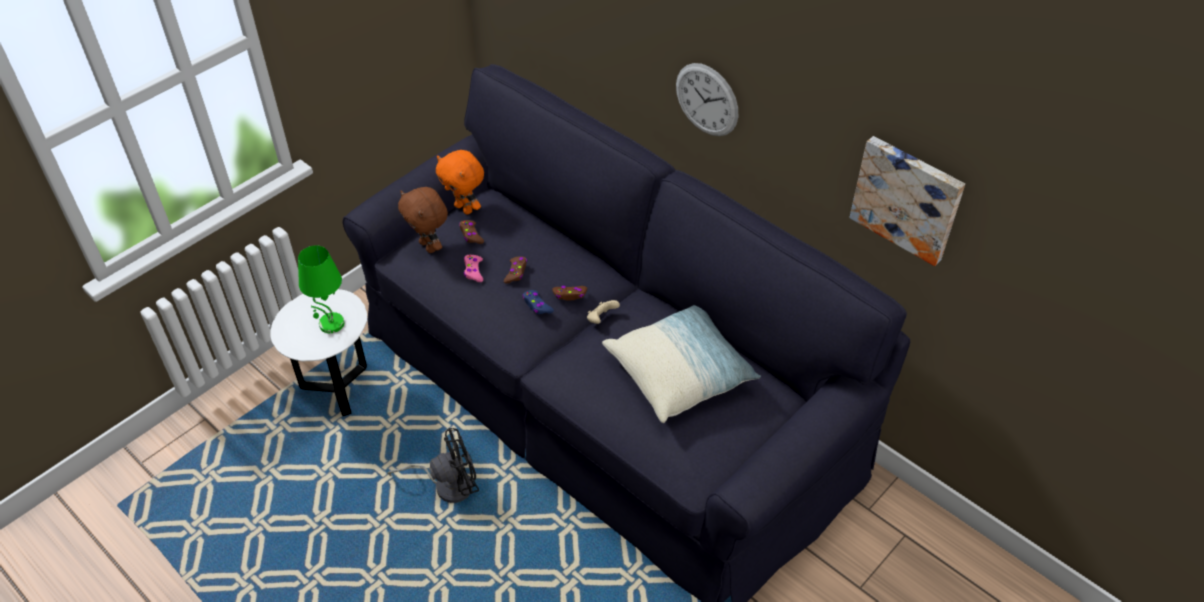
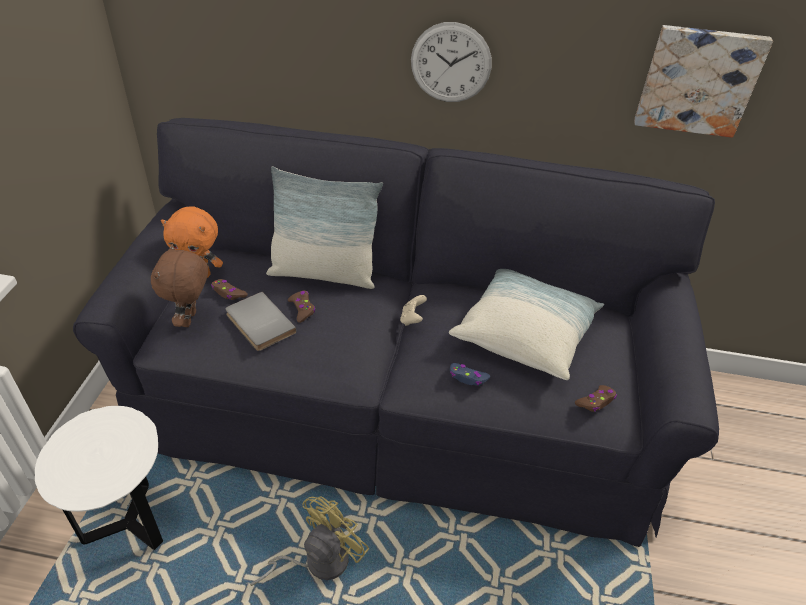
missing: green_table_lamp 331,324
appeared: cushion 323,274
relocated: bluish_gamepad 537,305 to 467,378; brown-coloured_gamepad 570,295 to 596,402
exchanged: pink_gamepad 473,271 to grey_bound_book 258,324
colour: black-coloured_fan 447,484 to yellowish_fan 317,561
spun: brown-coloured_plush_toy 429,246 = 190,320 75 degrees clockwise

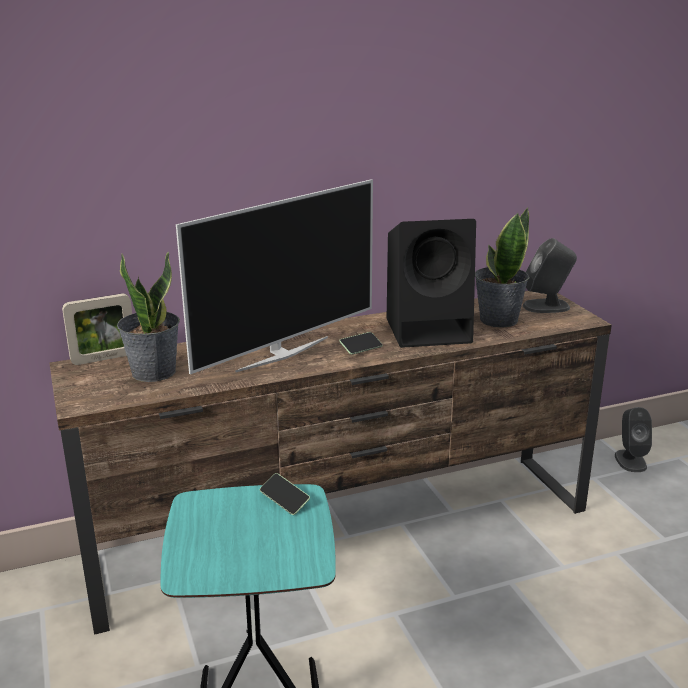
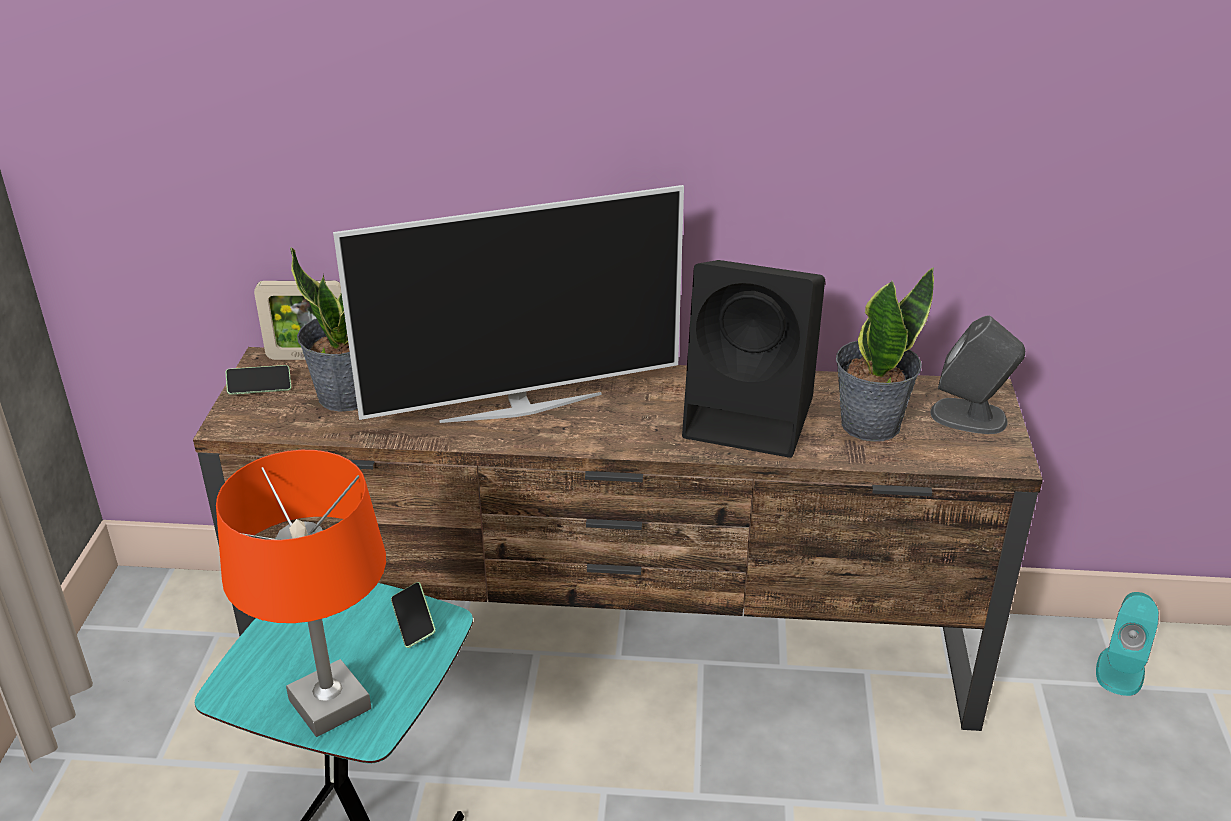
appeared: orange_table_lamp 329,704
relocated: phone 361,349 to 260,387
colour: grey_audio_speaker 630,460 to turquoise_audio_speaker 1120,670

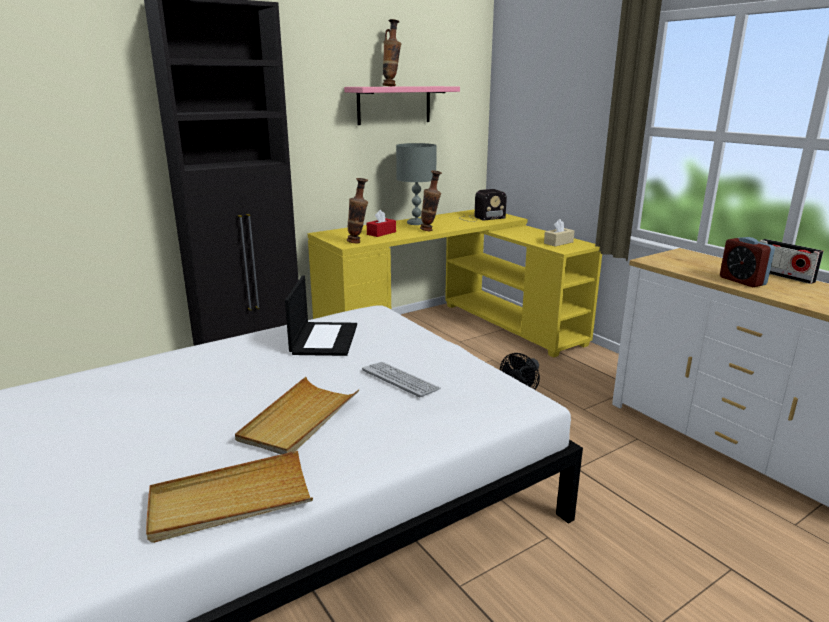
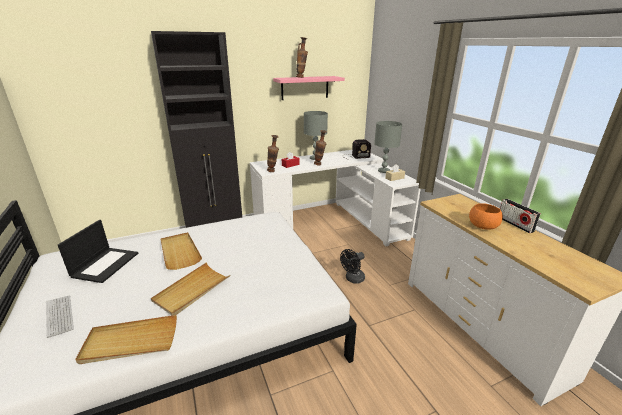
appeared: beige-coloured_serving_tray 179,252; grey_table_lamp 384,170
relocated: PC_keyboard 400,380 to 59,316; laptop 324,339 to 105,264
exchanged: alarm_clock 742,281 to orange_serving_bowl 483,226
colour: yellowish_desk_unit 452,328 to white_desk_unit 333,220

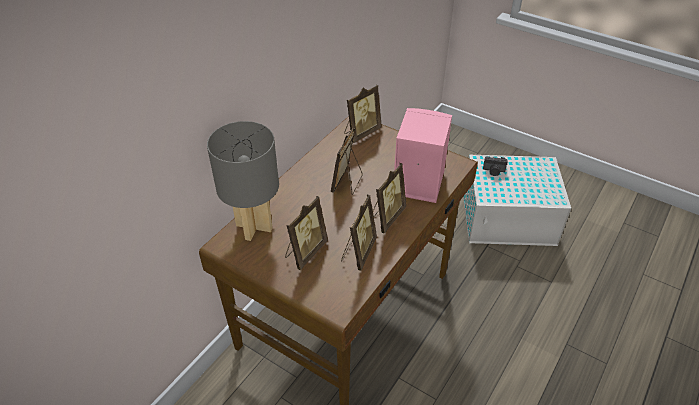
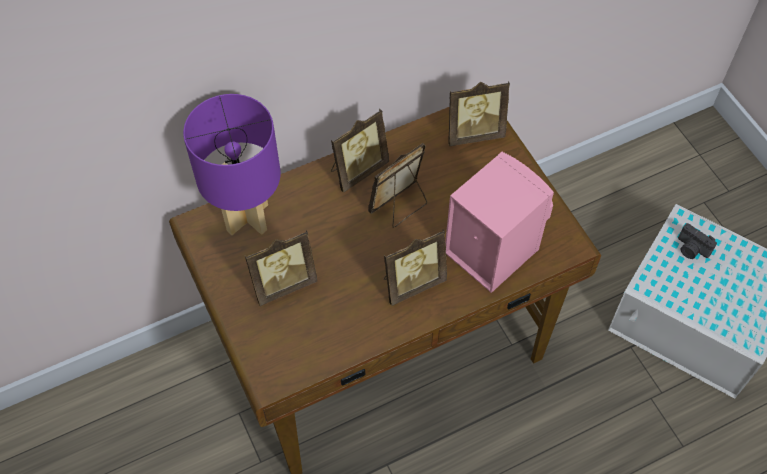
relocated: photo_frame 358,252 to 357,170
colour: grey_table_lamp 254,226 to purplish_table_lamp 248,217

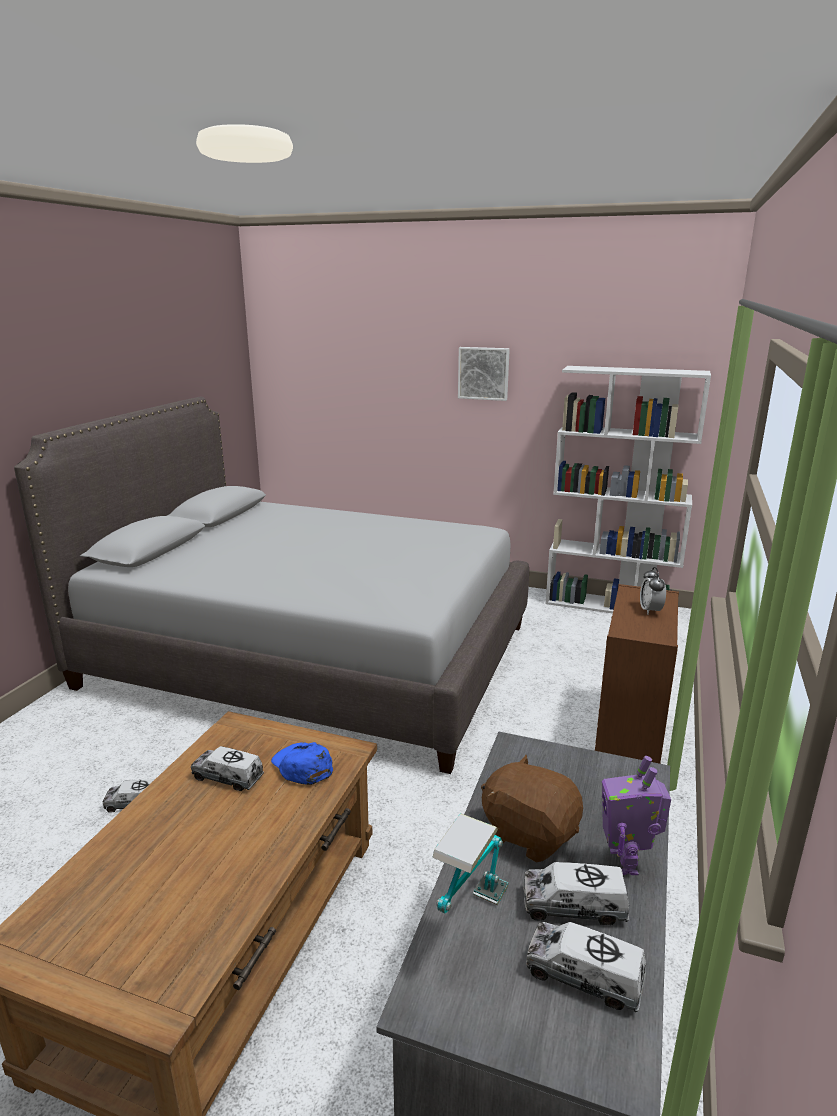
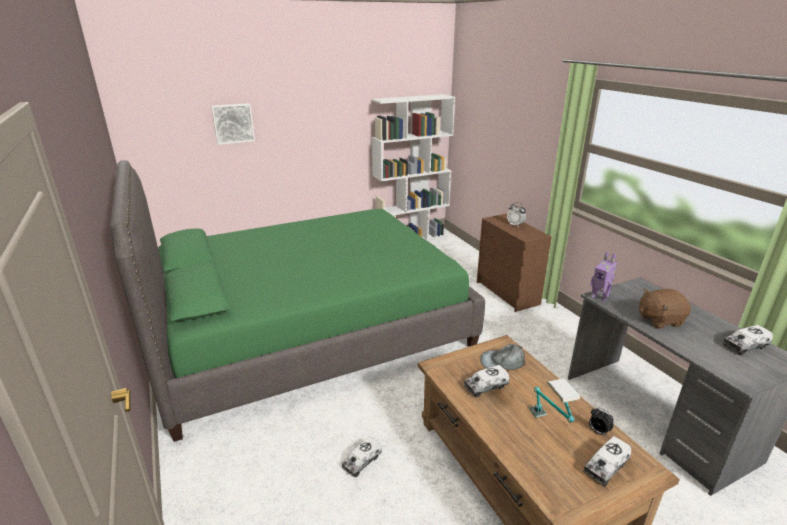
appeared: alarm_clock 598,431
relocated: wall_picture 483,373 to 233,123; table_lamp 471,923 to 549,427; toy_lorry 573,906 to 606,467; robot_figure 626,862 to 599,297
colour: grey_bed 311,655 to green_bed 309,331; bluish_cap 302,766 to grey_cap 502,361

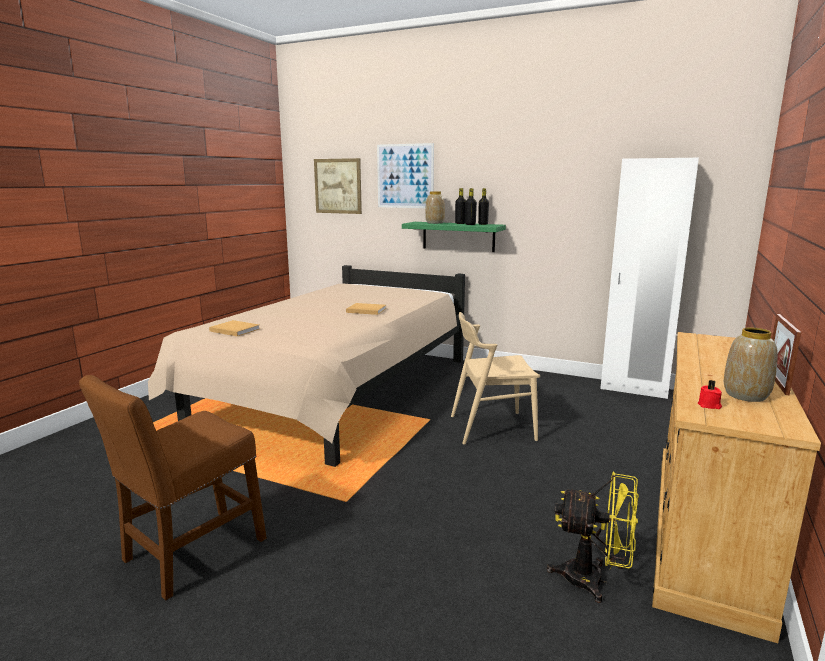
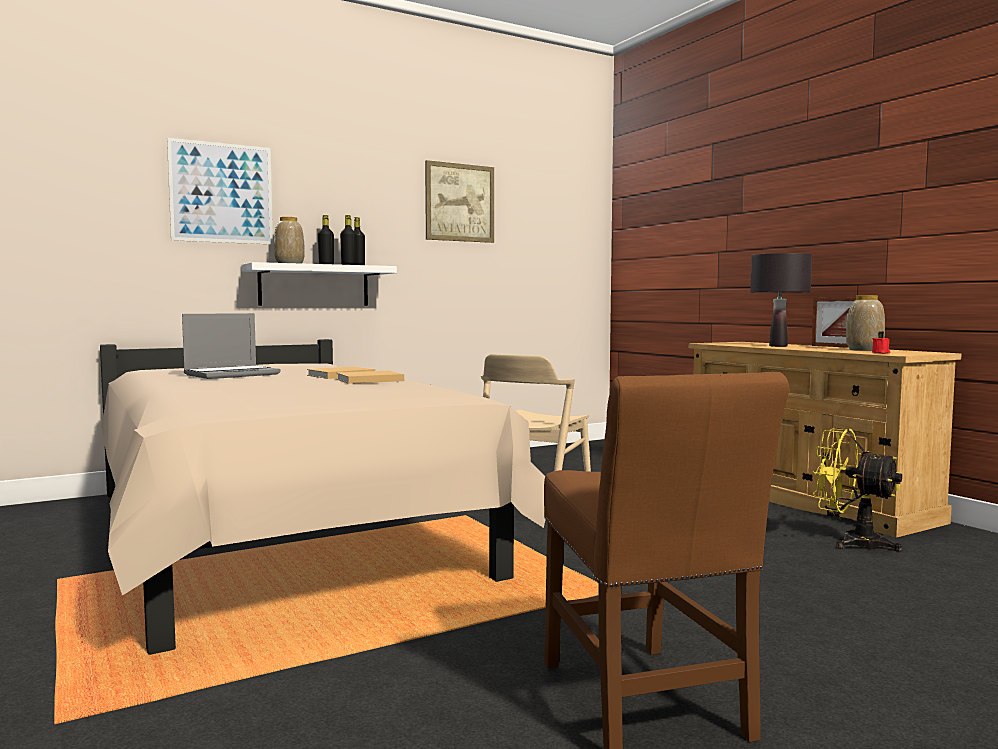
missing: white_wardrobe 634,390
appeared: laptop 232,374; black-coloured_table_lamp 778,346
relocated: beige-coloured_bound_book 234,330 to 368,380; wall_picture 338,186 to 460,202
colour: green_wall_shelf 458,236 to white_wall_shelf 314,286
spun: yellowish_fan 594,580 = 851,542 105 degrees counterclockwise

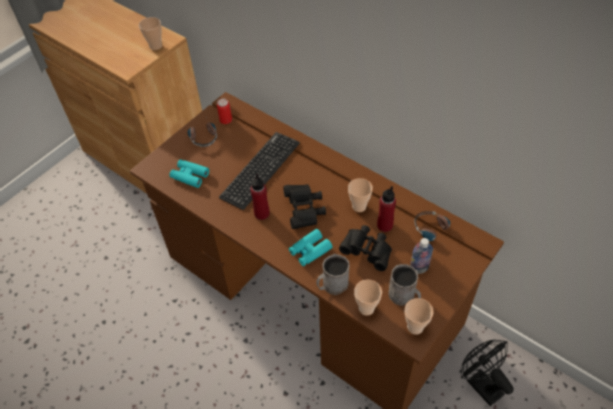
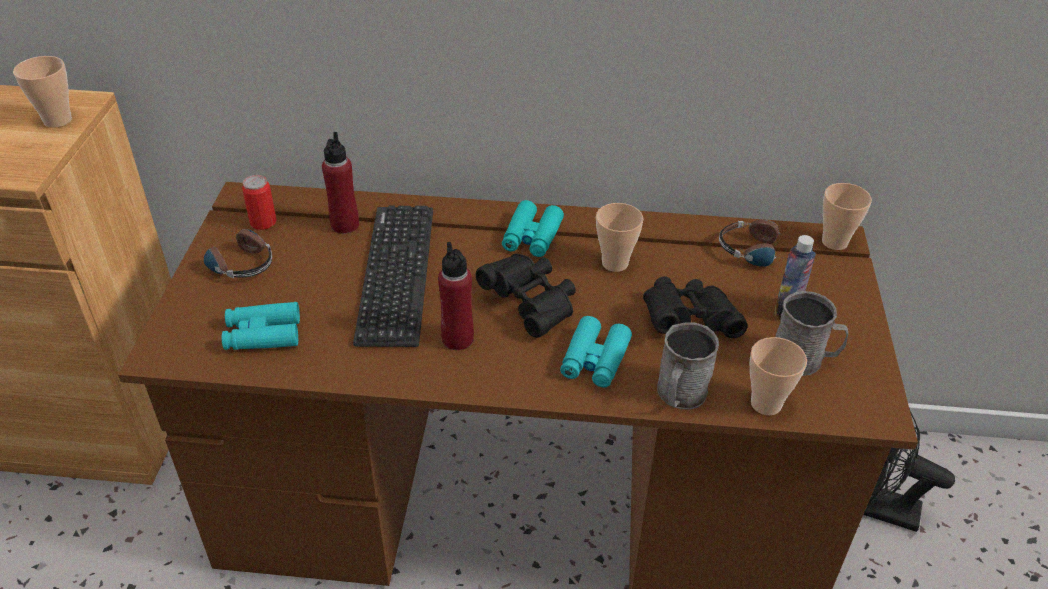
appeared: turquoise_binoculars 532,236
relocated: red-coloured_beverage_bottle 384,225 to 344,225; drinking_cup 415,327 to 834,242

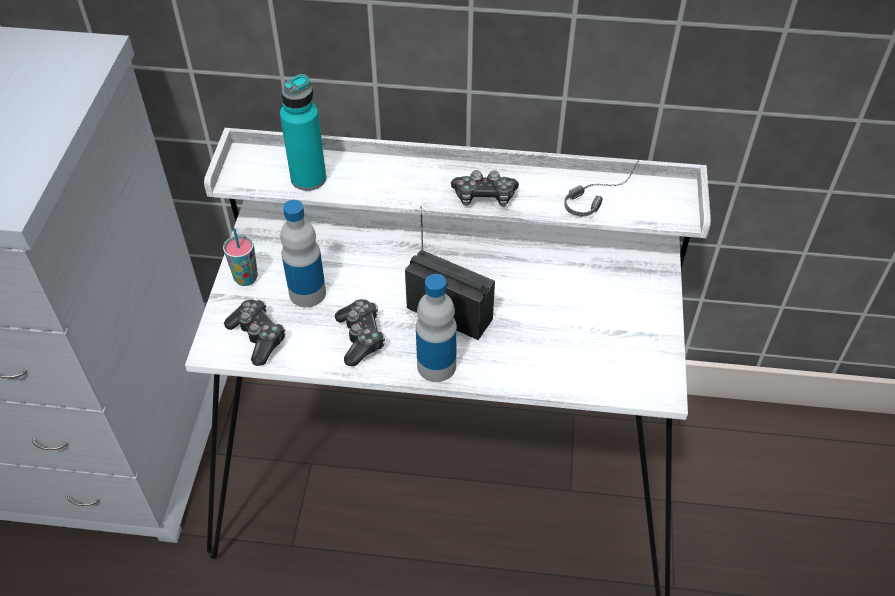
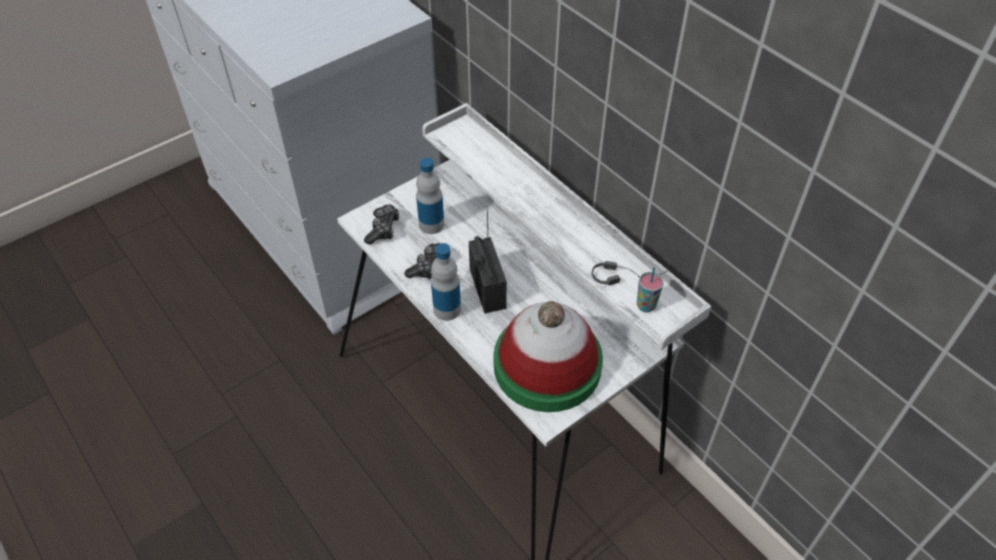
missing: turquoise_beverage_bottle 308,178; gamepad 484,197
appeared: wearable_hat 547,365
relocated: drinking_cup 246,278 to 646,306

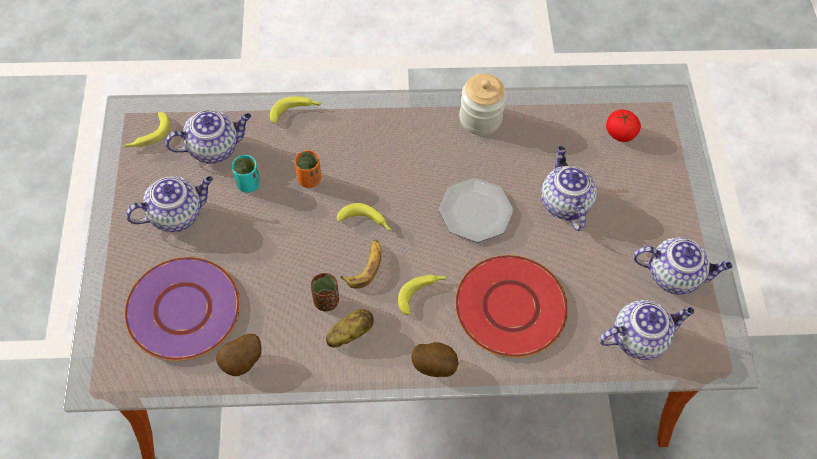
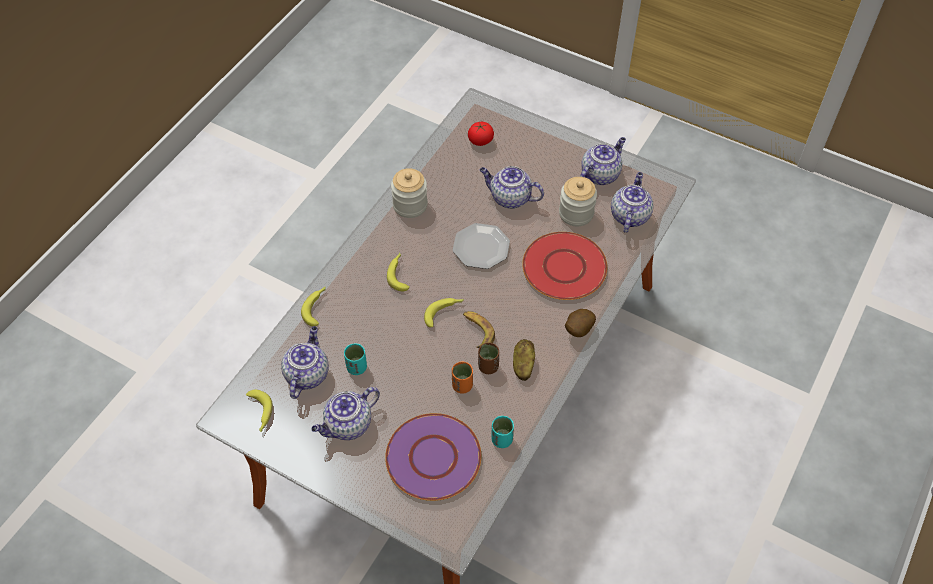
appeared: storage_jar 576,213
relocated: whole_banana 422,293 to 399,274; orange_drinking_cup 309,179 to 462,385
exchanged: spud 242,363 to turquoise_drinking_cup 502,439
spun: pot_for_tea 177,214 = 348,425 135 degrees counterclockwise

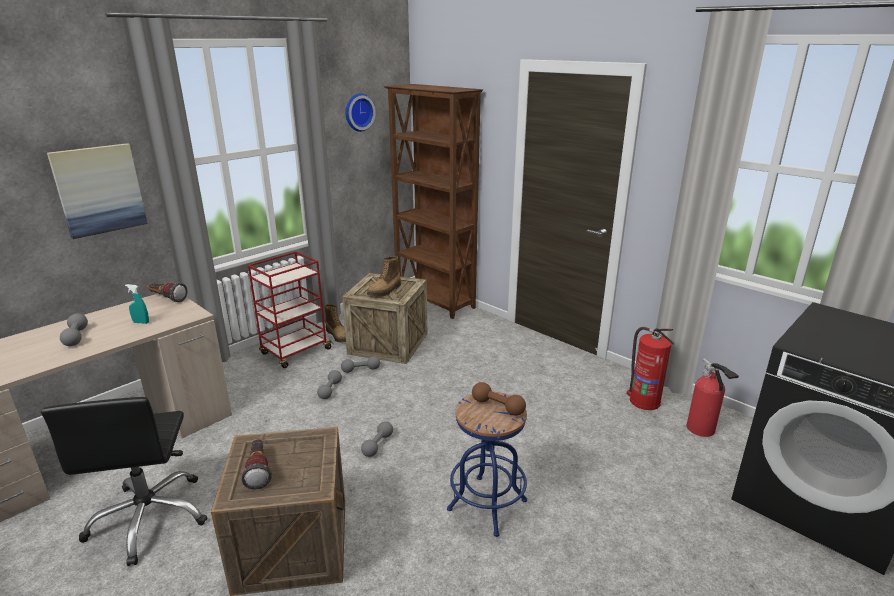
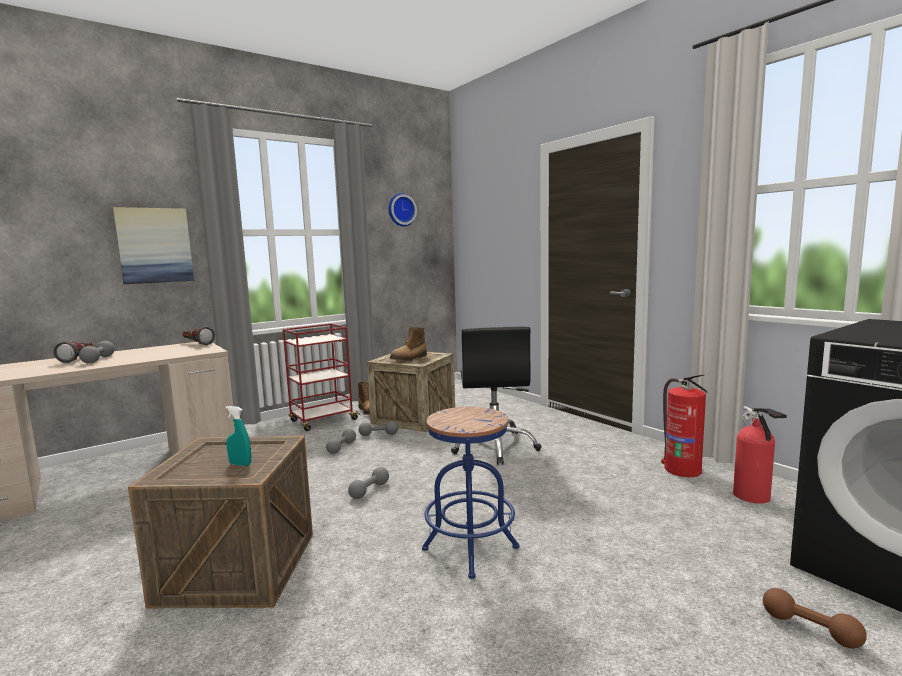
missing: brown-coloured_shelving_unit 434,302
relocated: flashlight 259,470 to 79,359; turquoise_hand_sprayer 141,322 to 240,464; black-coloured_computer_chair 150,518 to 495,446; brown-coloured_free_weight 498,407 to 810,629

